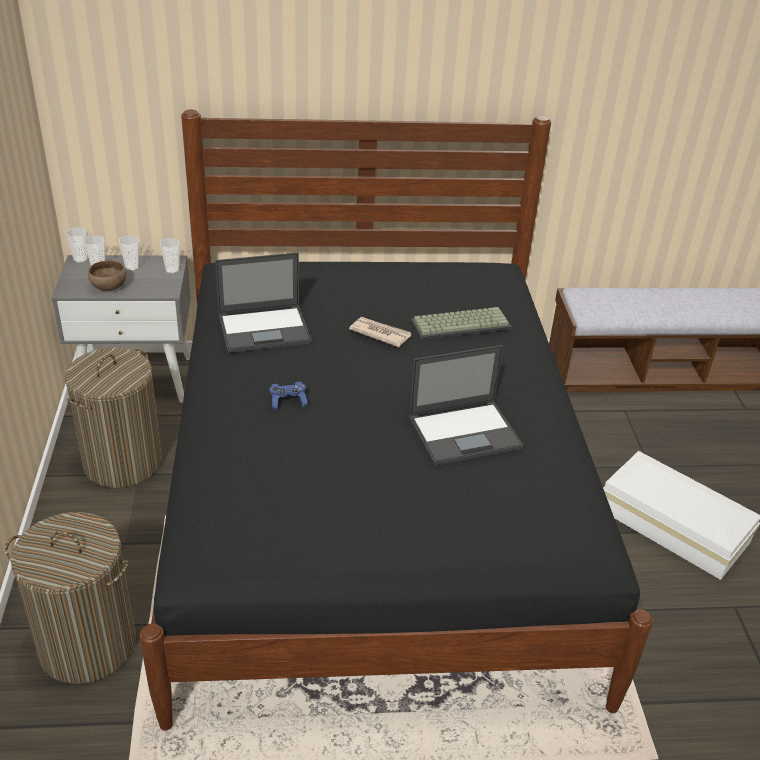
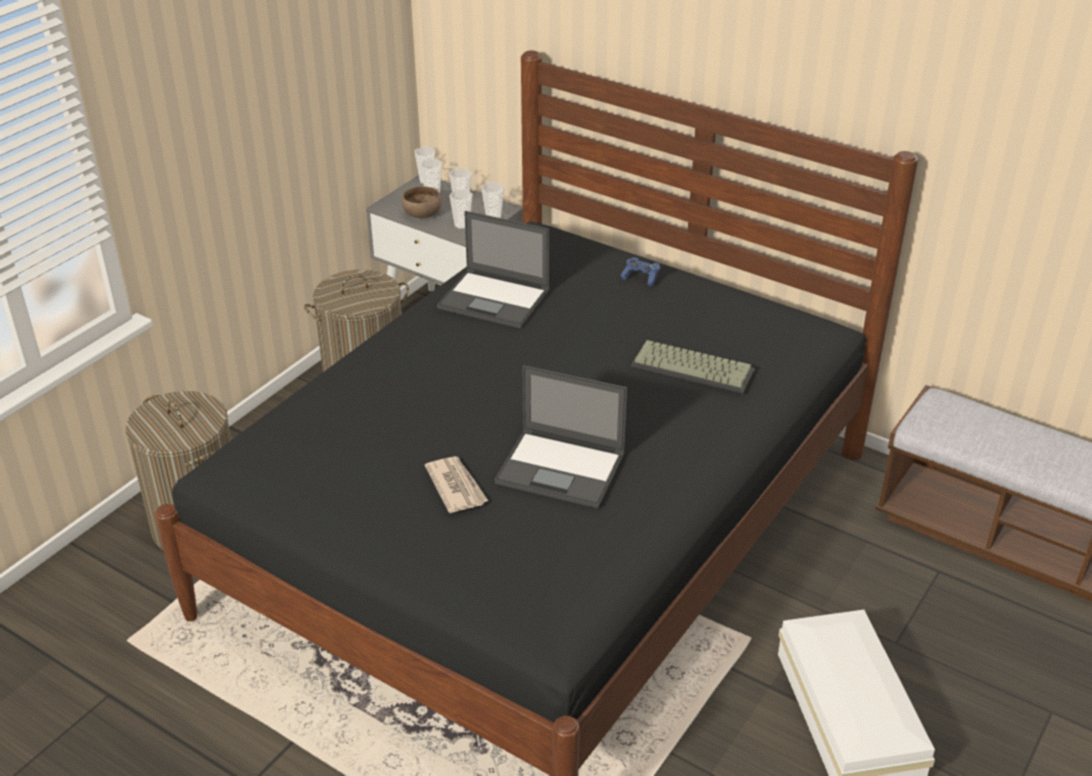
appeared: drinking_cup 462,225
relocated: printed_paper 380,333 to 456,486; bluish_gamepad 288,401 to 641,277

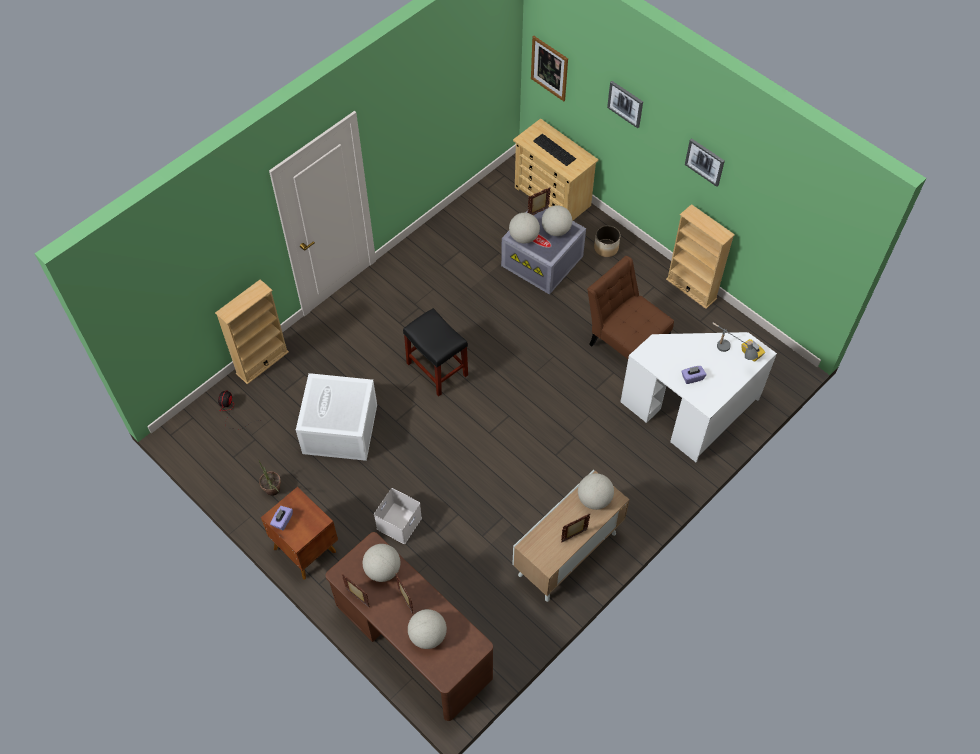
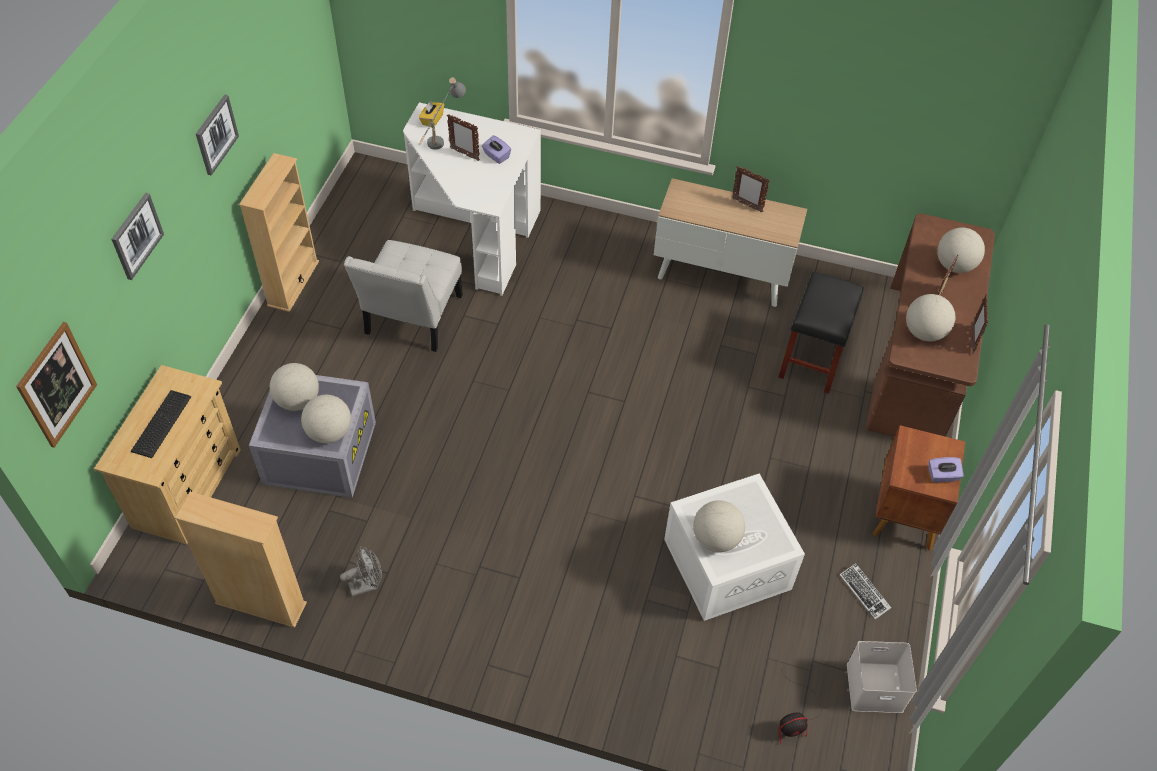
missing: flower_pot 605,248
appeared: grey_fan 367,585
relocated: beige-coloured_shelving_unit 262,362 to 261,603; photo_frame 538,212 to 464,154; world_globe 594,499 to 716,539; black-coloured_stool_seat 438,369 to 812,359; white_storage_container 399,522 to 873,688
exchanged: plant_in_a_pot 273,492 to PC_keyboard 864,592
colour: brown-coloured_chair 625,342 to white_chair 411,319

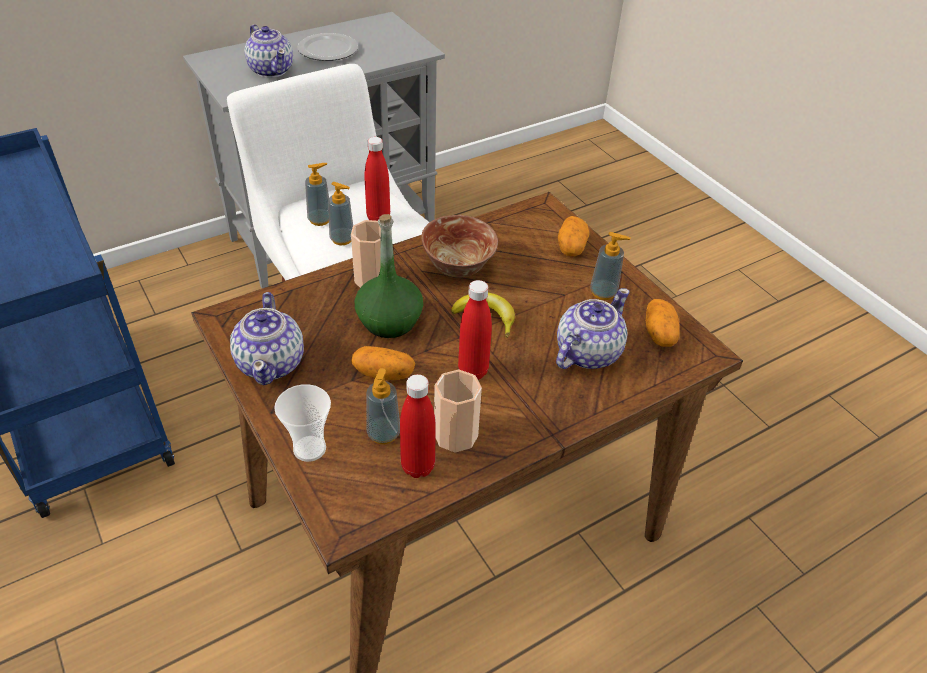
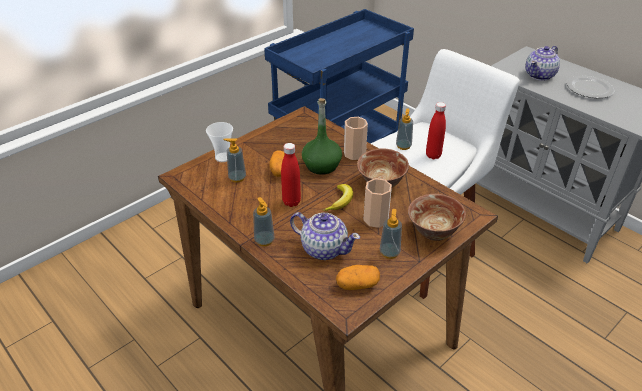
missing: pot_for_tea 271,362; red-coloured_beverage_bottle 418,466
relocated: soap_dispenser 320,220 to 264,240; drinking_cup 456,435 to 376,219
exchanged: spud 571,247 to serving_bowl 433,232

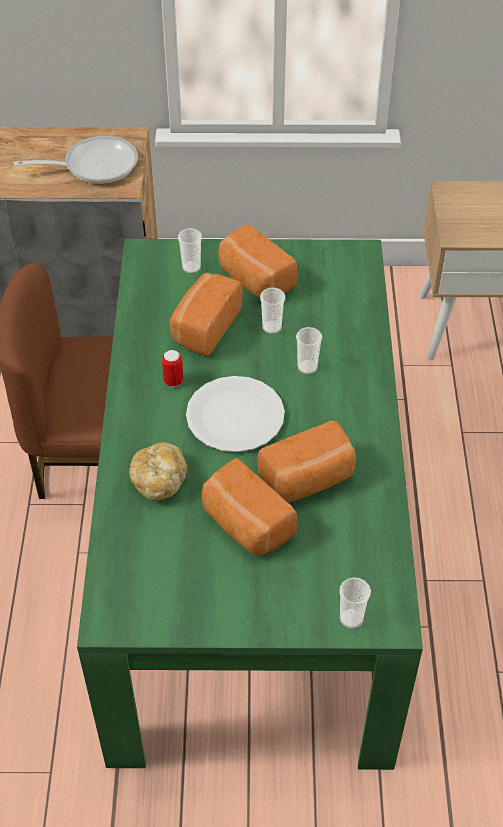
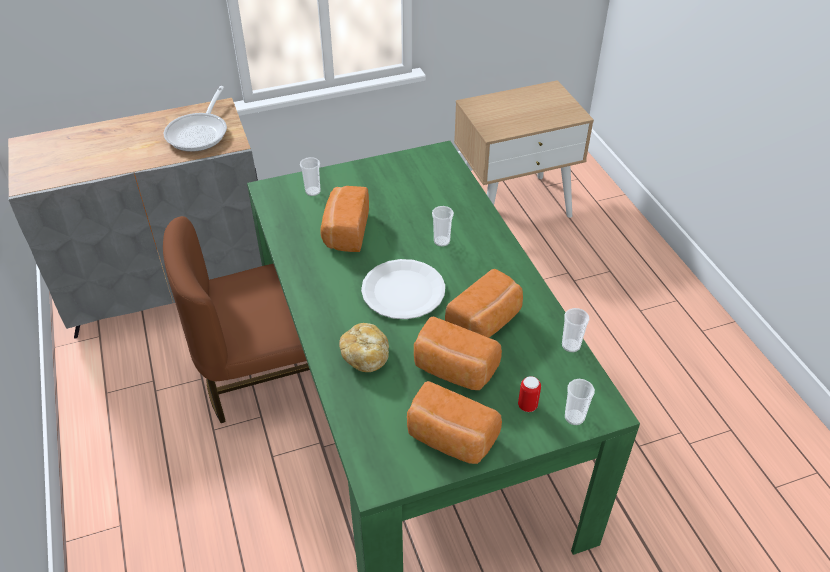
relocated: bread 254,280 to 449,439; metal_can 173,381 to 527,406; drinking_cup 272,327 to 571,345
spun: frying_pan 94,166 = 200,133 135 degrees clockwise

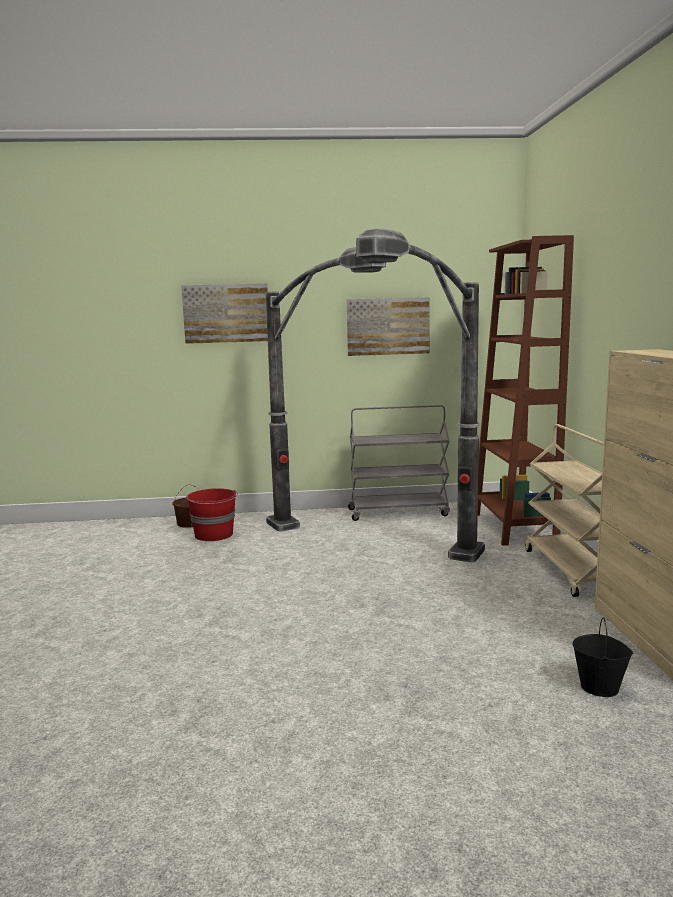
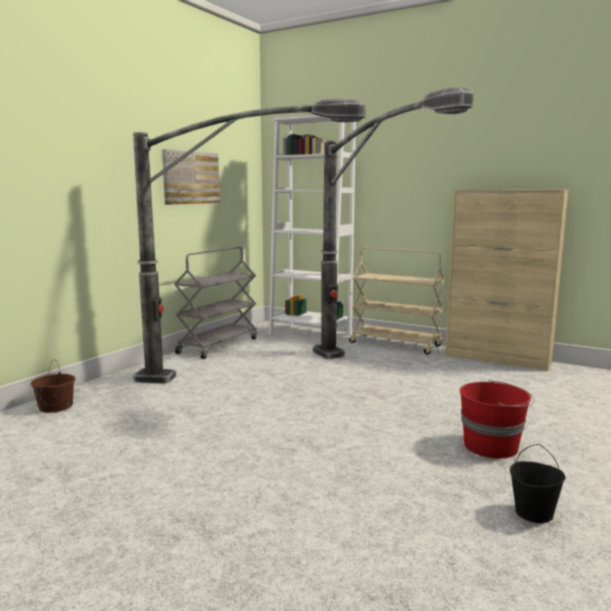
missing: wall_picture 226,313
relocated: red-coloured_bucket 214,535 to 492,446; black-coloured_bucket 600,687 to 534,513
colour: brown-coloured_shelving_unit 513,527 to white_shelving_unit 310,334

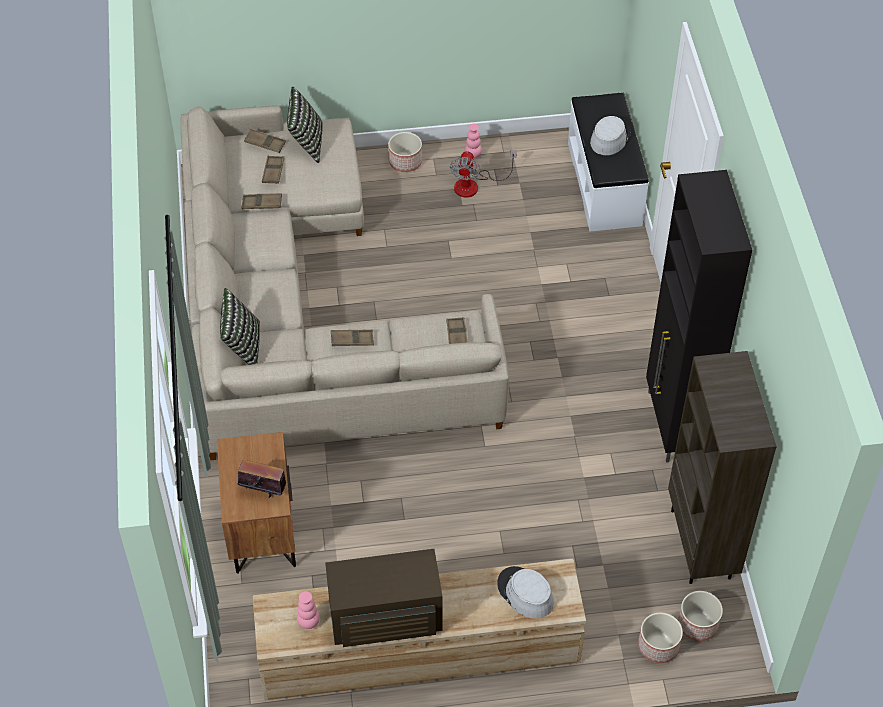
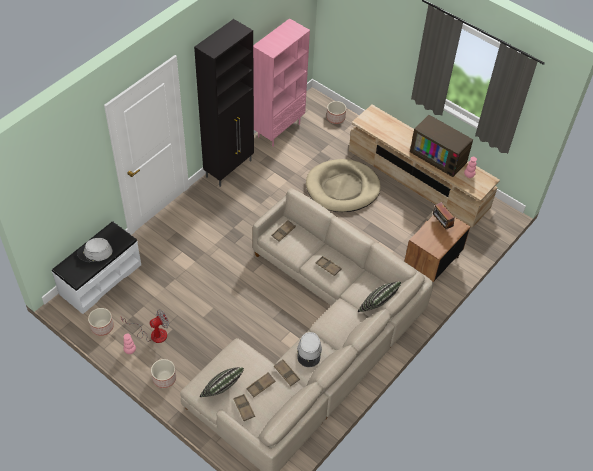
appeared: beige-coloured_pet_bed 342,188
relocated: flower_pot 698,623 to 102,327; grey_wearable_hat 525,593 to 309,352
colour: brown-coloured_shelving_unit 702,544 to pink_shelving_unit 278,129

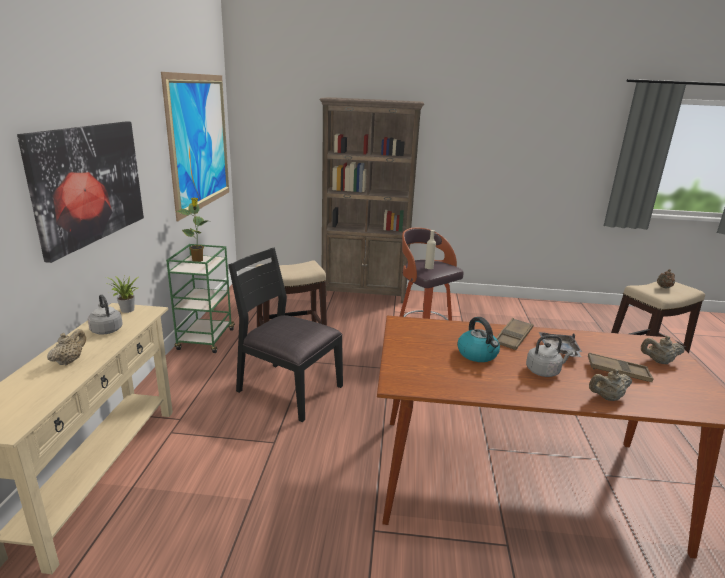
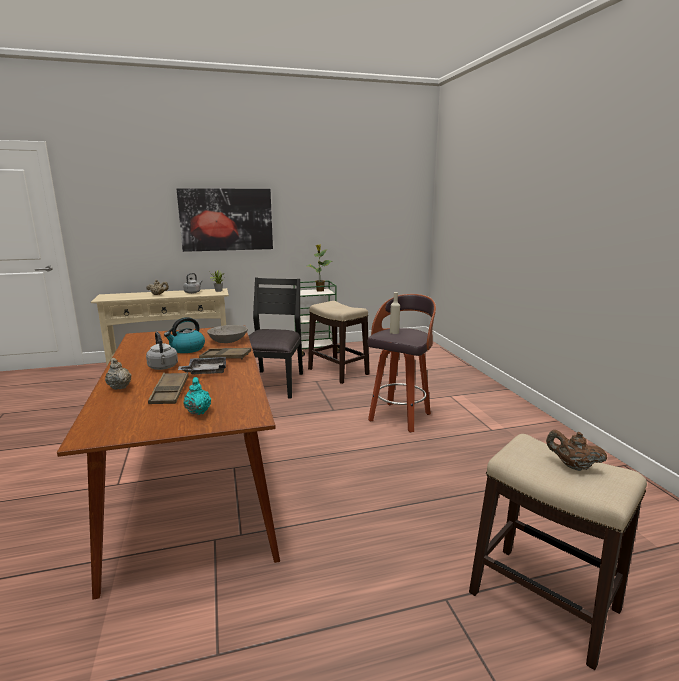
missing: wall_picture 200,142; brown-coloured_shelving_unit 365,293
appeared: grey_serving_bowl 228,340
colour: beige-coloured_pot_for_tea 658,361 to turquoise_pot_for_tea 198,411

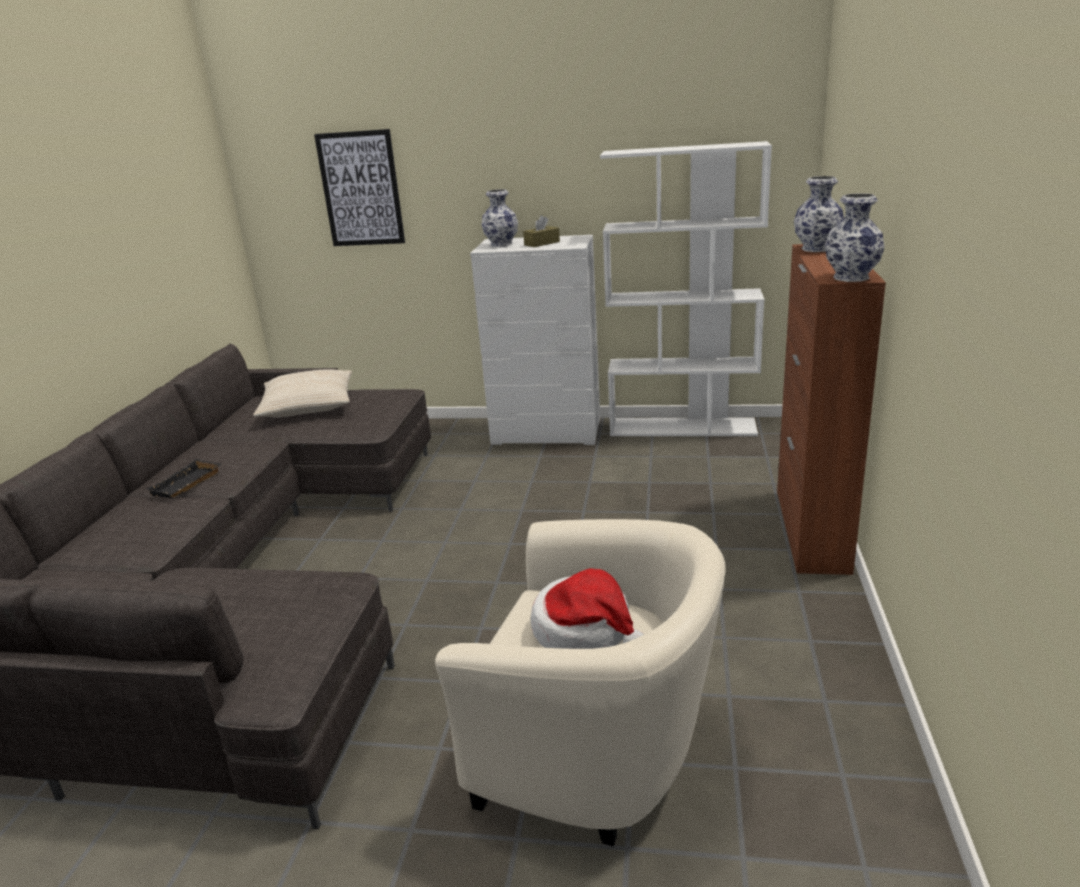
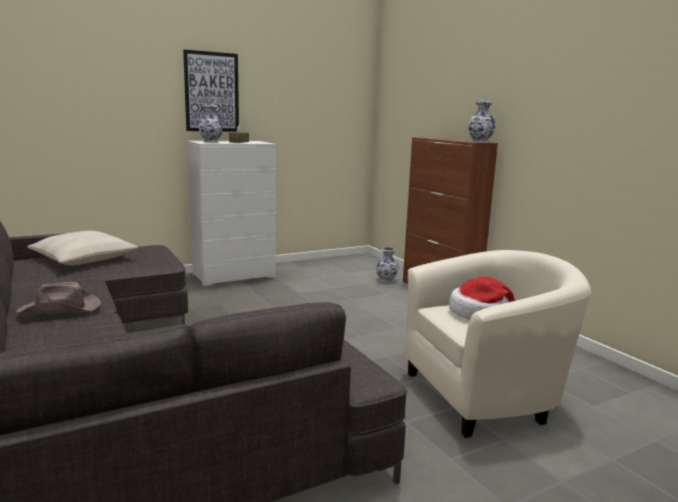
missing: white_shelving_unit 683,427
relocated: wall_picture 361,189 to 211,92; vase 817,249 to 387,280
exchanged: black-coloured_serving_tray 187,484 to brown-coloured_wearable_hat 61,309

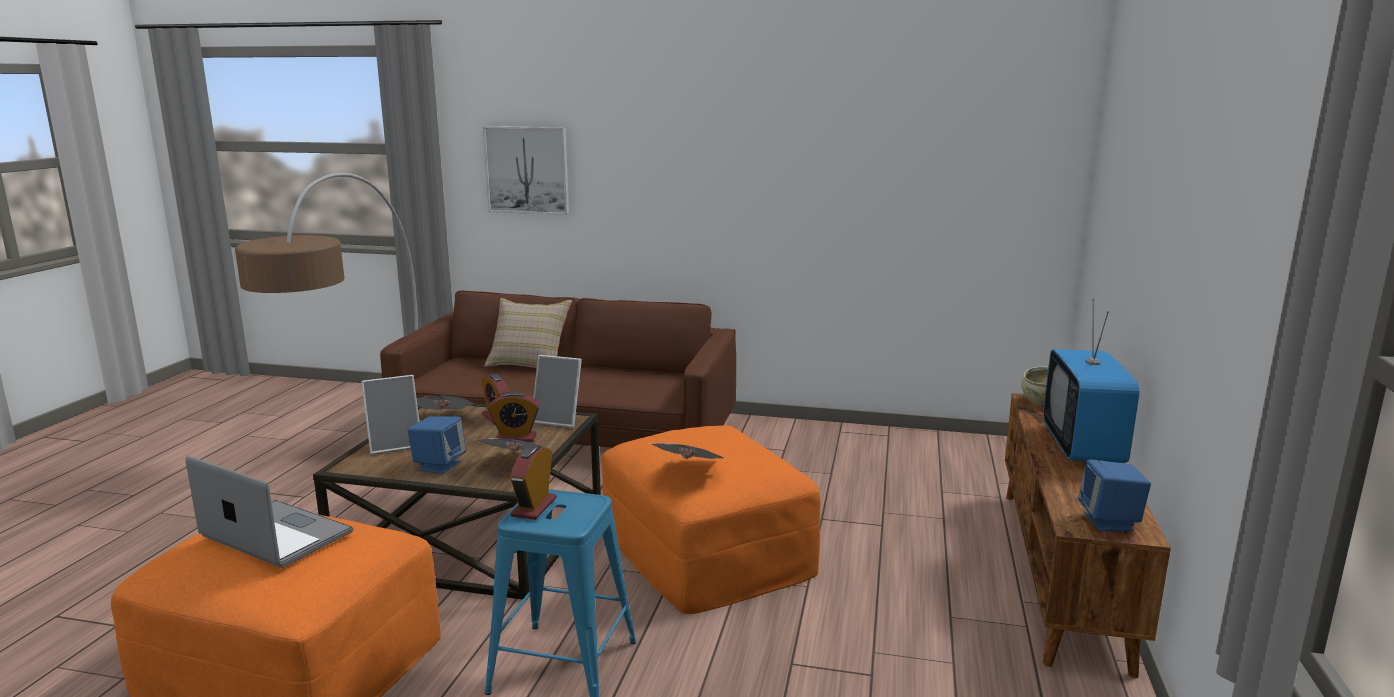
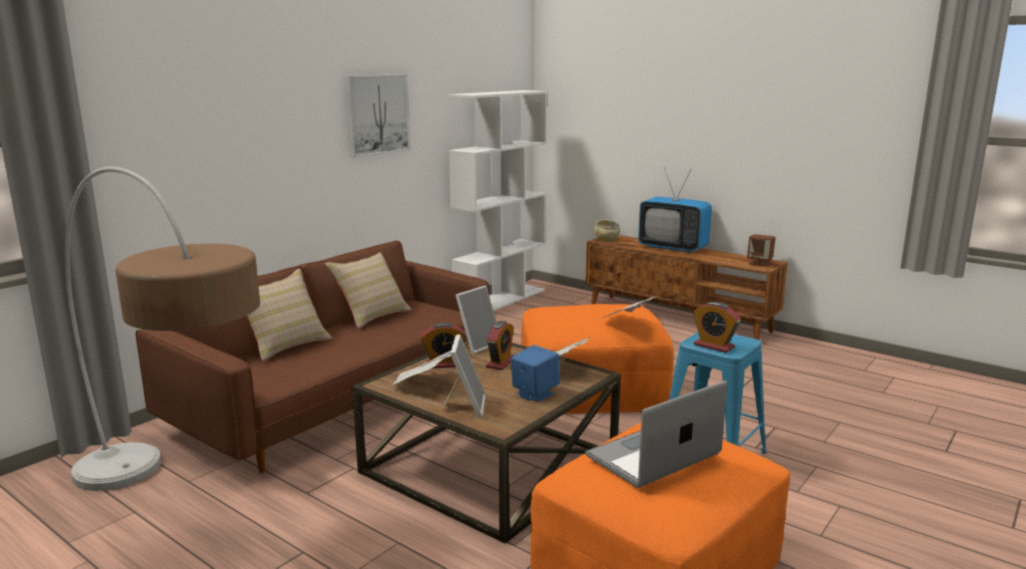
appeared: beige-coloured_cushion 371,316; white_shelving_unit 500,300
relocated: wall_picture 527,170 to 377,114
colour: bluish_audio_speaker 1109,522 to brown-coloured_audio_speaker 760,263

